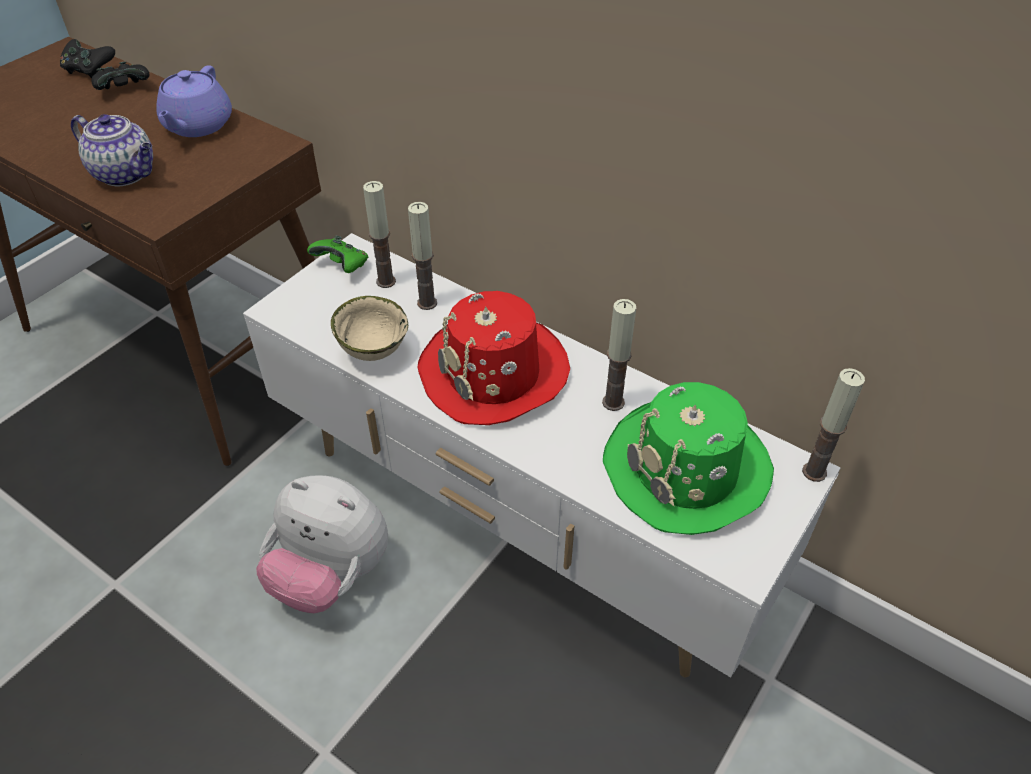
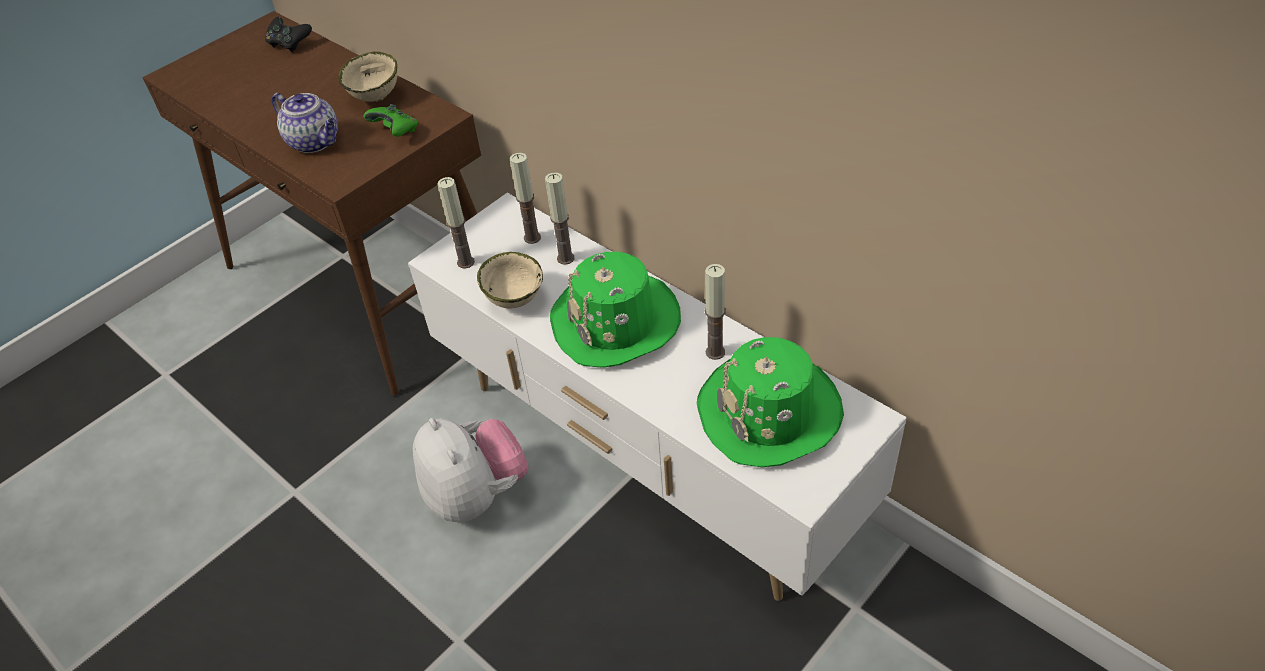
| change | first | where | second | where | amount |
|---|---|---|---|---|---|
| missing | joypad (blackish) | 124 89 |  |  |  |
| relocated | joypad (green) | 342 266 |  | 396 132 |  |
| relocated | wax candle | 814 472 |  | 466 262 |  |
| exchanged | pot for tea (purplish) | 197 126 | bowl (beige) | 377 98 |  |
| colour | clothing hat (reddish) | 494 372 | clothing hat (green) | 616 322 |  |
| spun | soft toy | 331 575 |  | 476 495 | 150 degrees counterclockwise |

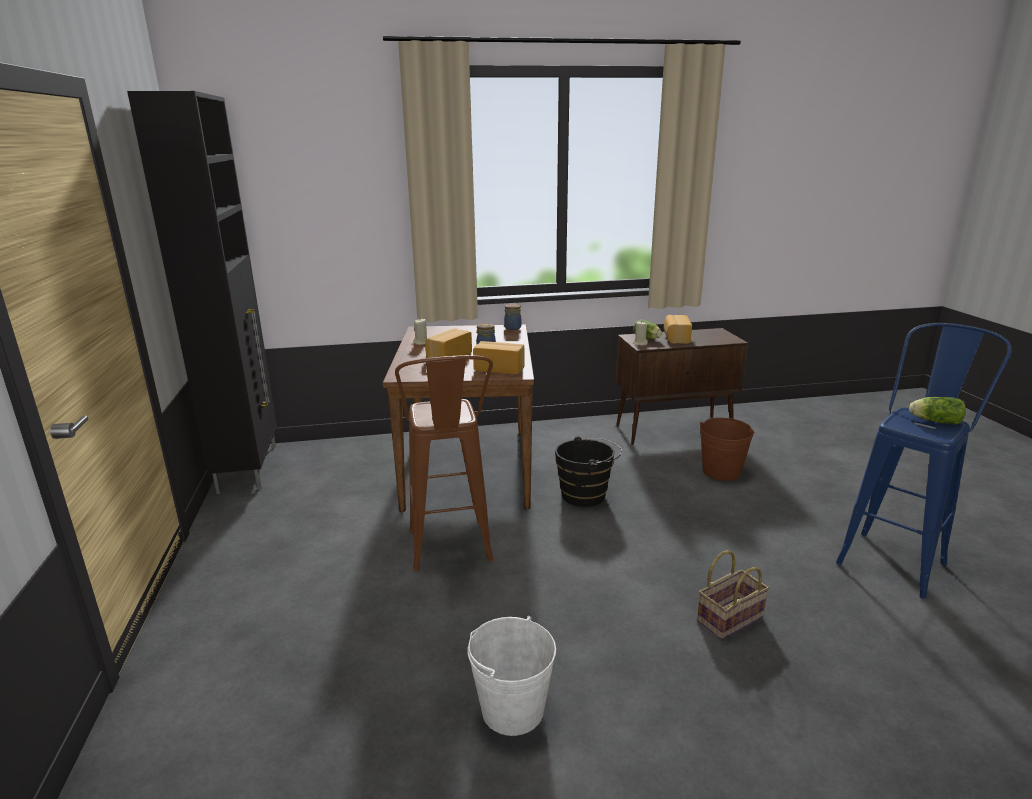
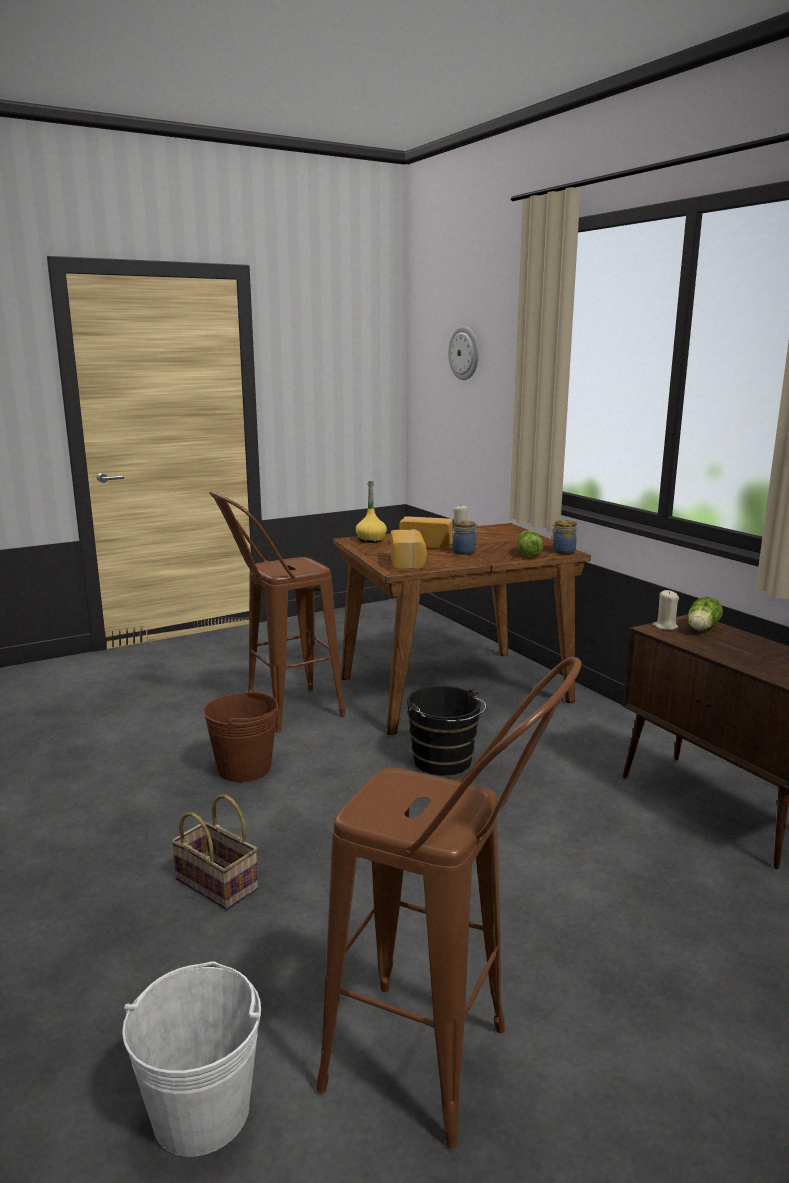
| change | first | where | second | where | amount |
|---|---|---|---|---|---|
| missing | cupboard (blackish) | 249 467 |  |  |  |
| missing | bakery bread | 675 338 |  |  |  |
| appeared |  |  | beverage bottle (yellow) | 371 540 |  |
| appeared |  |  | hanging clock | 464 353 |  |
| relocated | bucket (white-coloured) | 512 709 |  | 201 1112 |  |
| relocated | bucket (brown) | 721 471 |  | 244 768 |  |
| relocated | lettuce | 933 421 |  | 528 553 |  |
| colour | stool seat (bluish) | 896 557 | stool seat (brown) | 443 1070 |  |

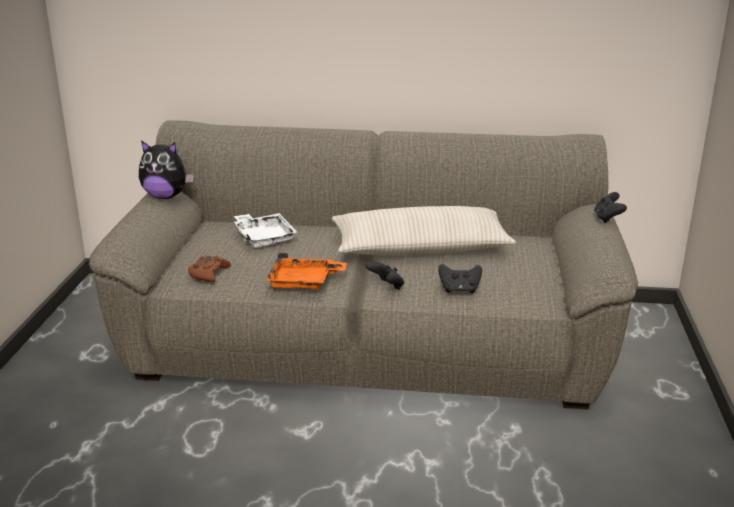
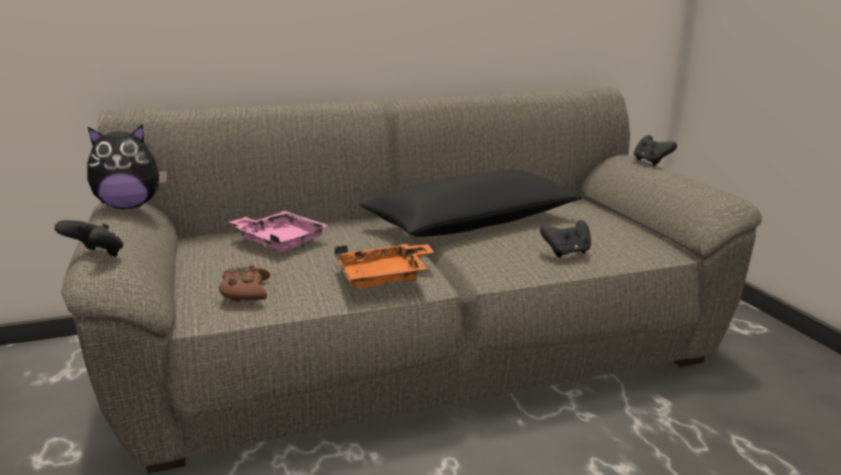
| change | first | where | second | where | amount |
|---|---|---|---|---|---|
| relocated | joypad (blackish) | 386 286 |  | 96 256 |  |
| colour | serving tray (white-coloured) | 264 237 | serving tray (pink-coloured) | 280 241 |  |
| colour | cushion (beige) | 420 248 | cushion (blackish) | 472 223 |  |

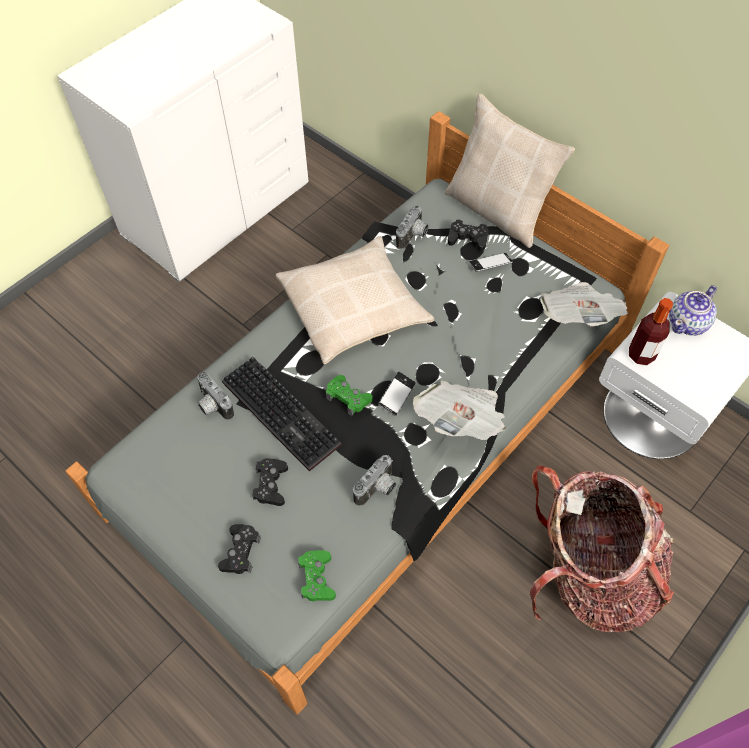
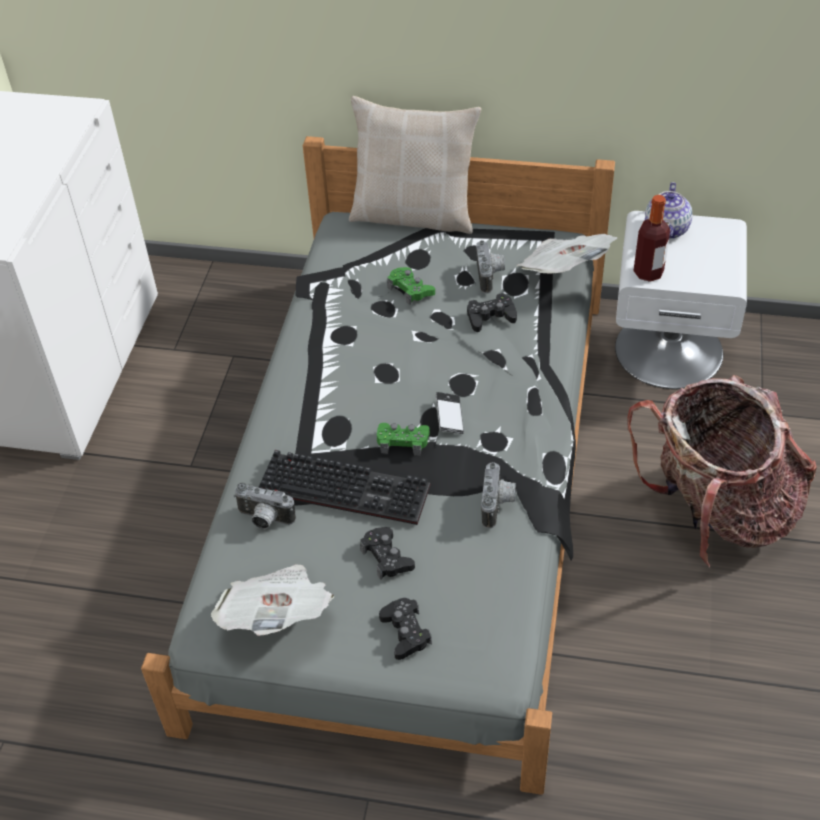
| change | first | where | second | where | amount |
|---|---|---|---|---|---|
| missing | cushion (beige) | 354 308 |  |  |  |
| missing | handset | 490 264 |  |  |  |
| relocated | joypad (green) | 317 578 |  | 410 290 |  |
| relocated | photo camera | 413 236 |  | 490 276 |  |
| relocated | newspaper | 461 421 |  | 278 616 |  |
| relocated | joypad (blackish) | 467 238 |  | 490 317 |  |

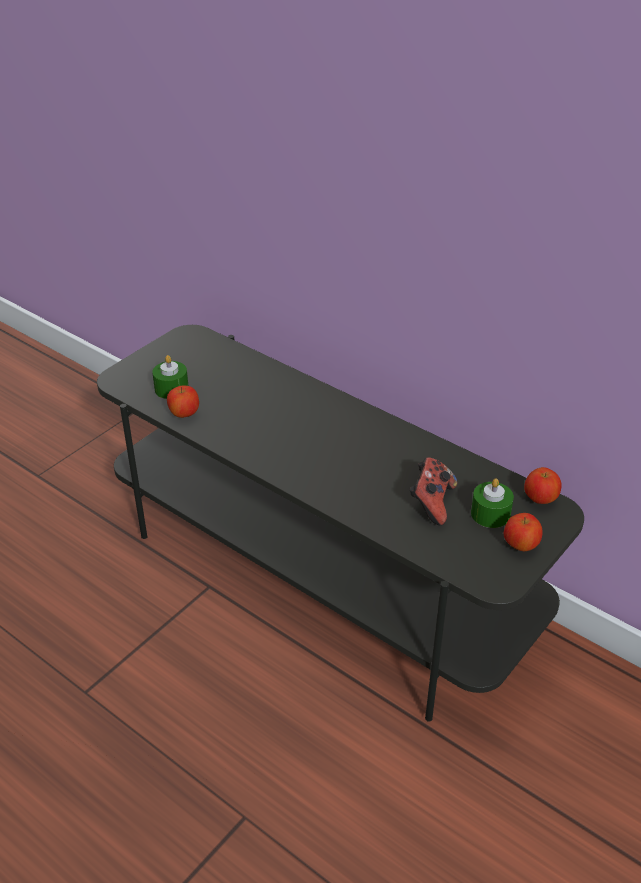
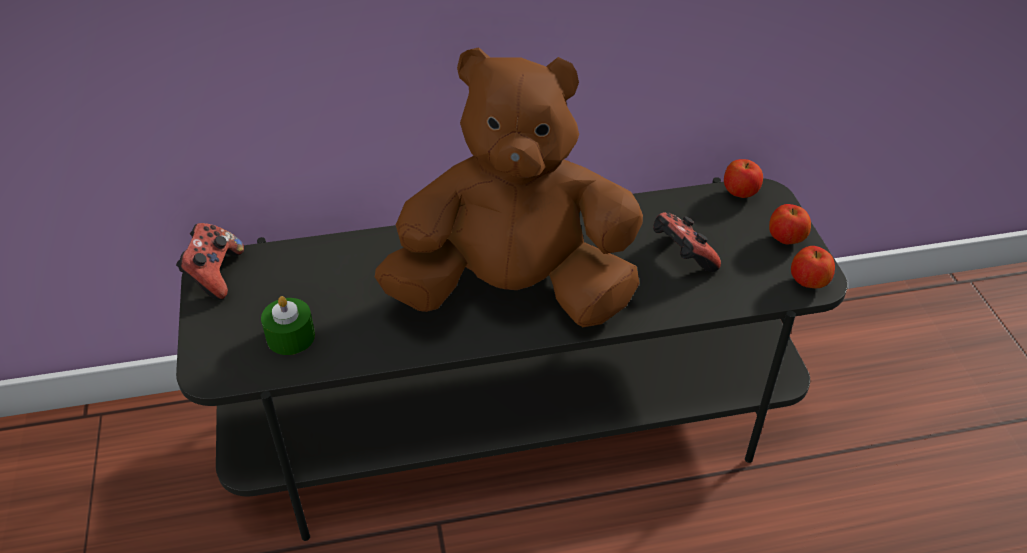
| change | first | where | second | where | amount |
|---|---|---|---|---|---|
| missing | wax candle (green) | 490 514 |  |  |  |
| appeared |  |  | joypad | 214 275 |  |
| appeared |  |  | soft toy (brown) | 515 291 |  |
| relocated | whole apple | 184 414 |  | 808 283 |  |

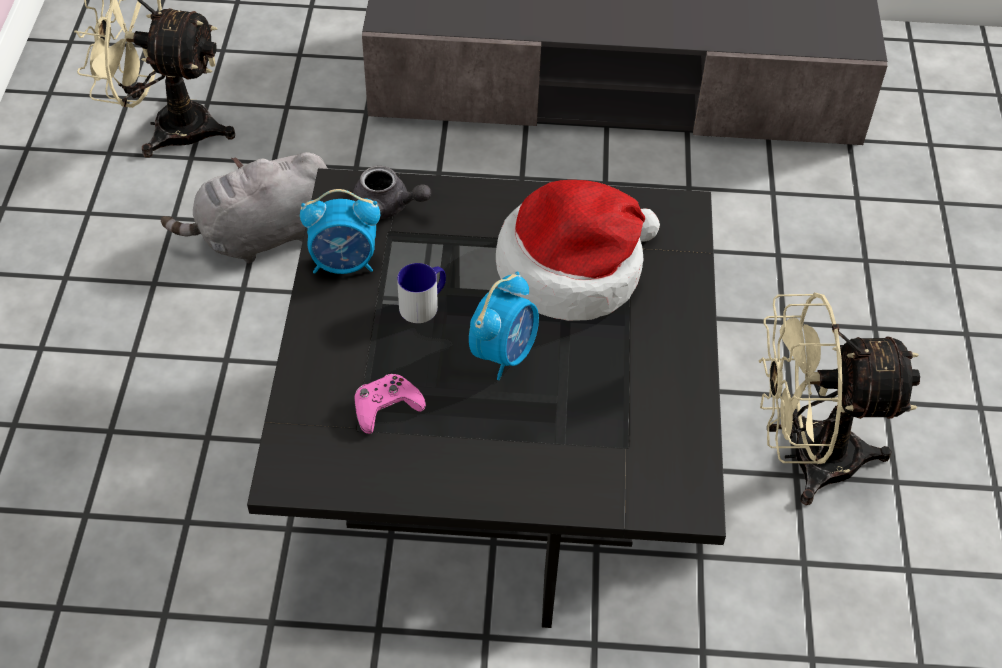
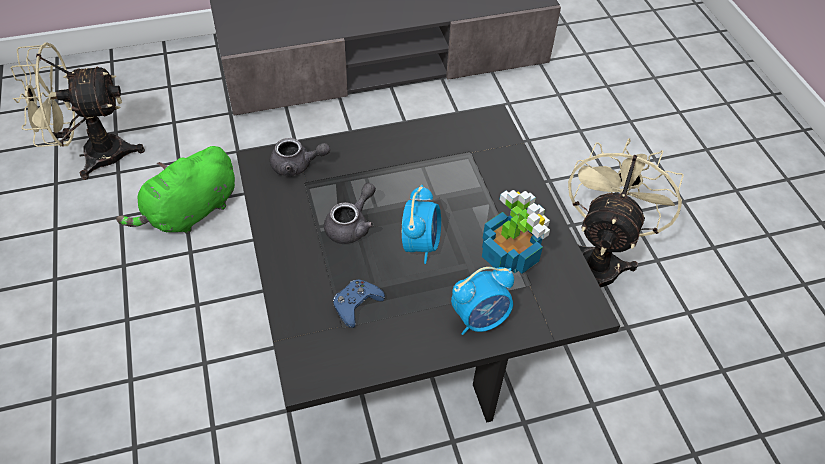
| change | first | where | second | where | amount |
|---|---|---|---|---|---|
| missing | clothing hat | 573 268 |  |  |  |
| appeared |  |  | potted plant | 509 253 |  |
| relocated | table clock | 344 263 |  | 480 319 |  |
| exchanged | coffee mug | 424 304 | pot for tea (gray) | 351 225 |  |
| colour | soft toy (gray) | 262 236 | soft toy (green) | 190 213 |  |
| colour | joypad (pink-coloured) | 386 407 | joypad (bluish) | 356 305 |  |
| spun | electric fan (beige) | 805 457 |  | 599 260 | 135 degrees clockwise |

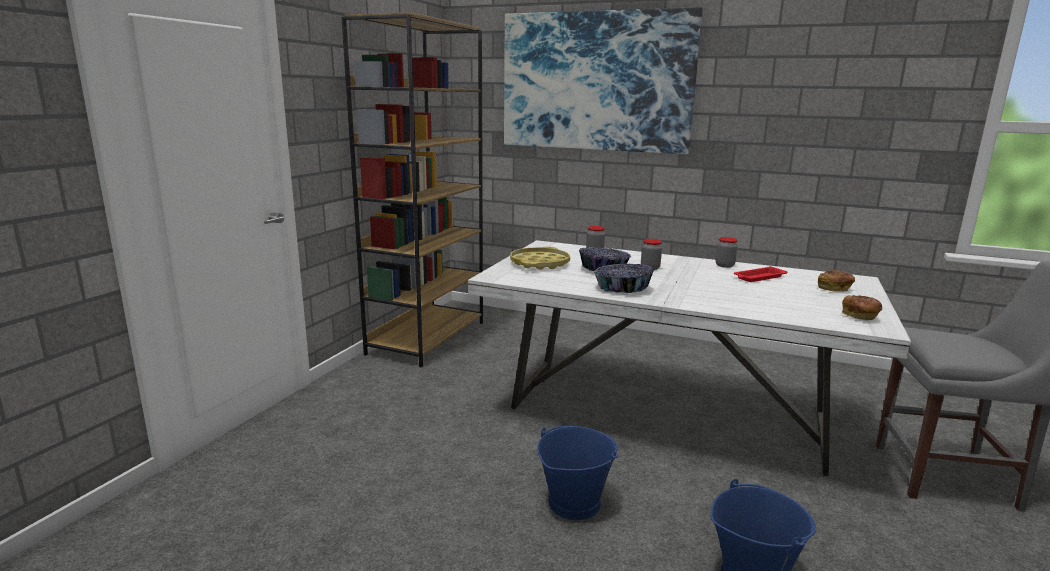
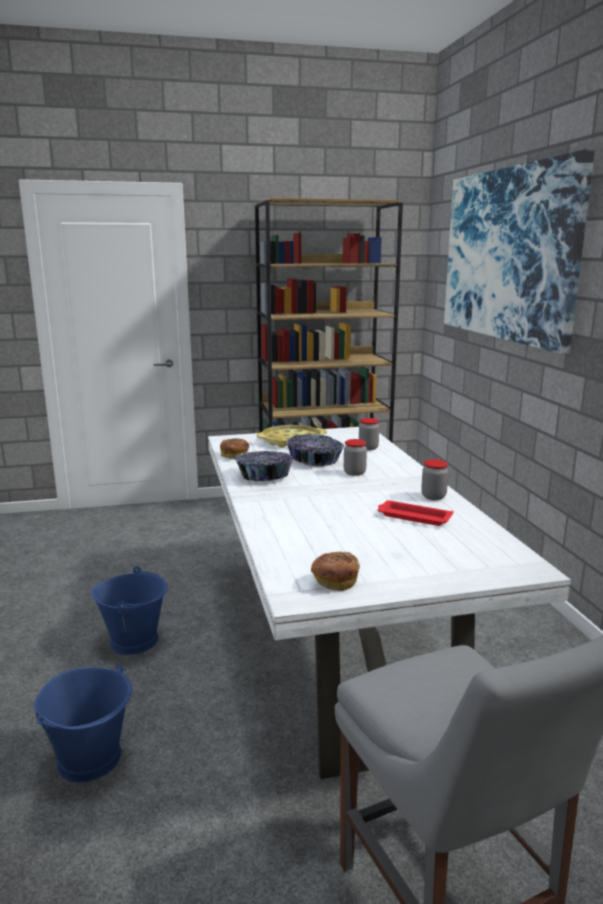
| change | first | where | second | where | amount |
|---|---|---|---|---|---|
| relocated | bakery bread | 834 289 |  | 235 456 |  |

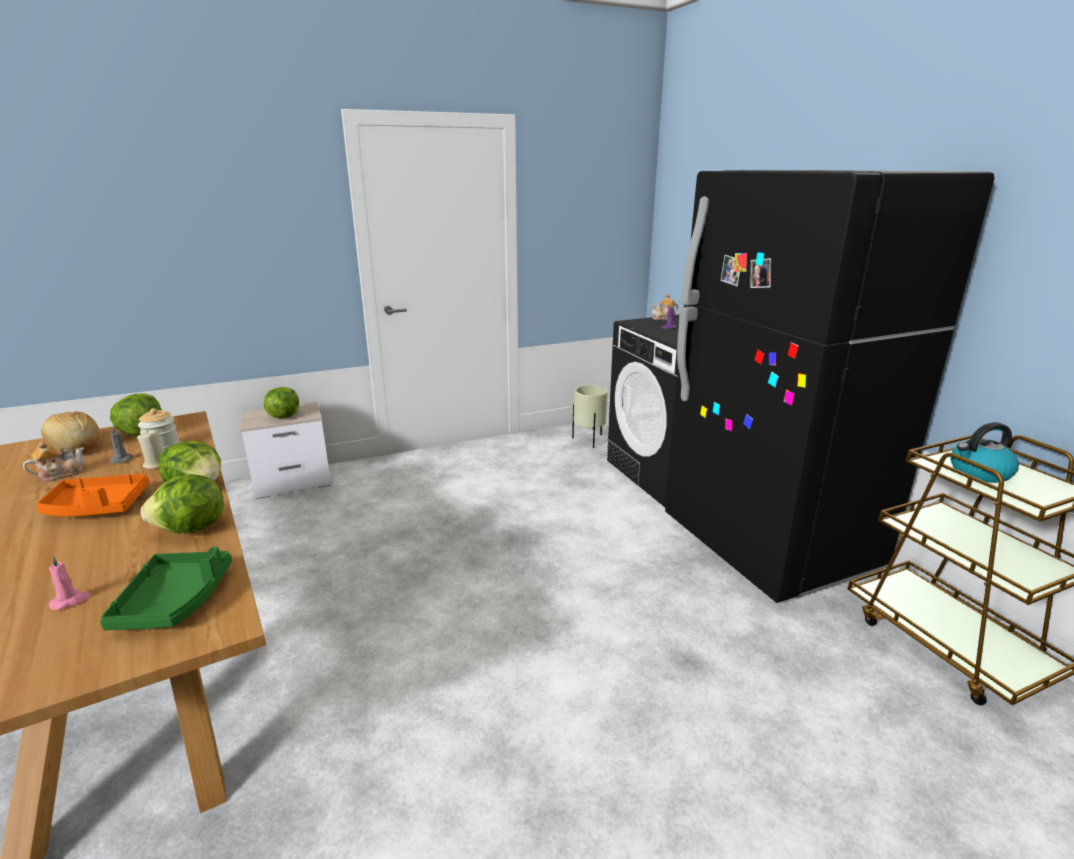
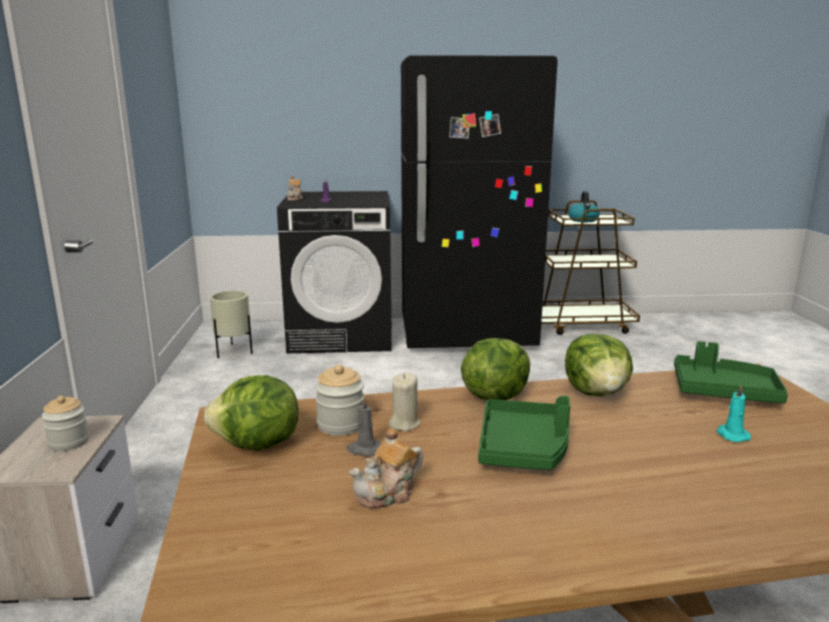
| change | first | where | second | where | amount |
|---|---|---|---|---|---|
| missing | bakery bread | 74 447 |  |  |  |
| exchanged | lettuce | 284 416 | storage jar | 69 442 |  |
| colour | serving tray (orange-coloured) | 97 507 | serving tray (green) | 524 448 |  |
| colour | wax candle (pink-coloured) | 71 600 | wax candle (blue-green) | 731 435 |  |
| spun | pot for tea | 60 474 |  | 388 494 | 105 degrees counterclockwise |

